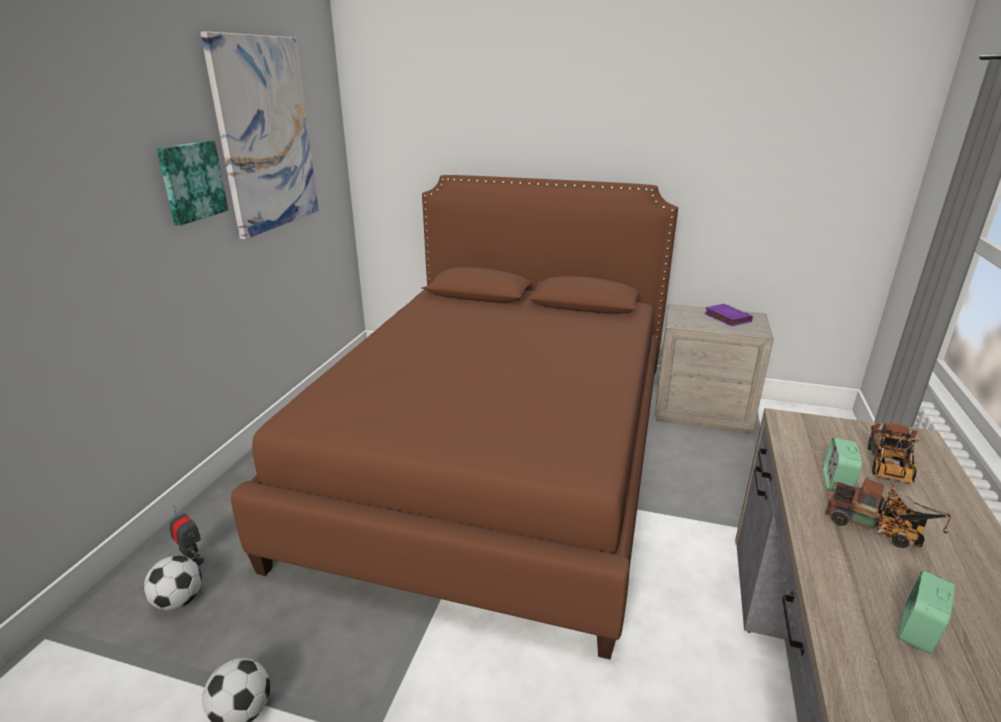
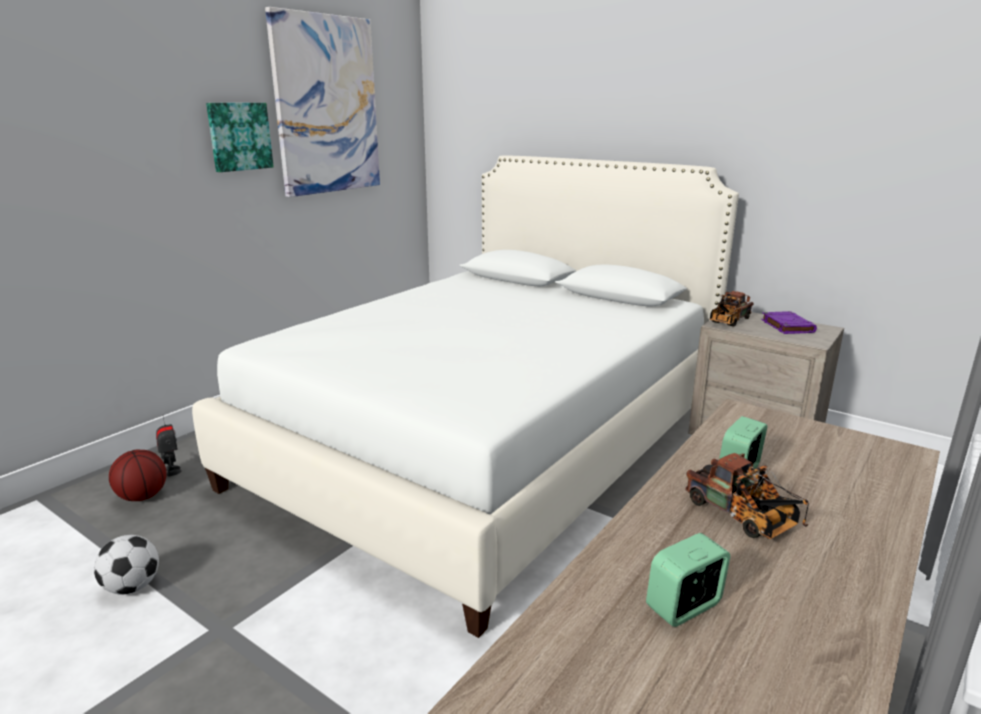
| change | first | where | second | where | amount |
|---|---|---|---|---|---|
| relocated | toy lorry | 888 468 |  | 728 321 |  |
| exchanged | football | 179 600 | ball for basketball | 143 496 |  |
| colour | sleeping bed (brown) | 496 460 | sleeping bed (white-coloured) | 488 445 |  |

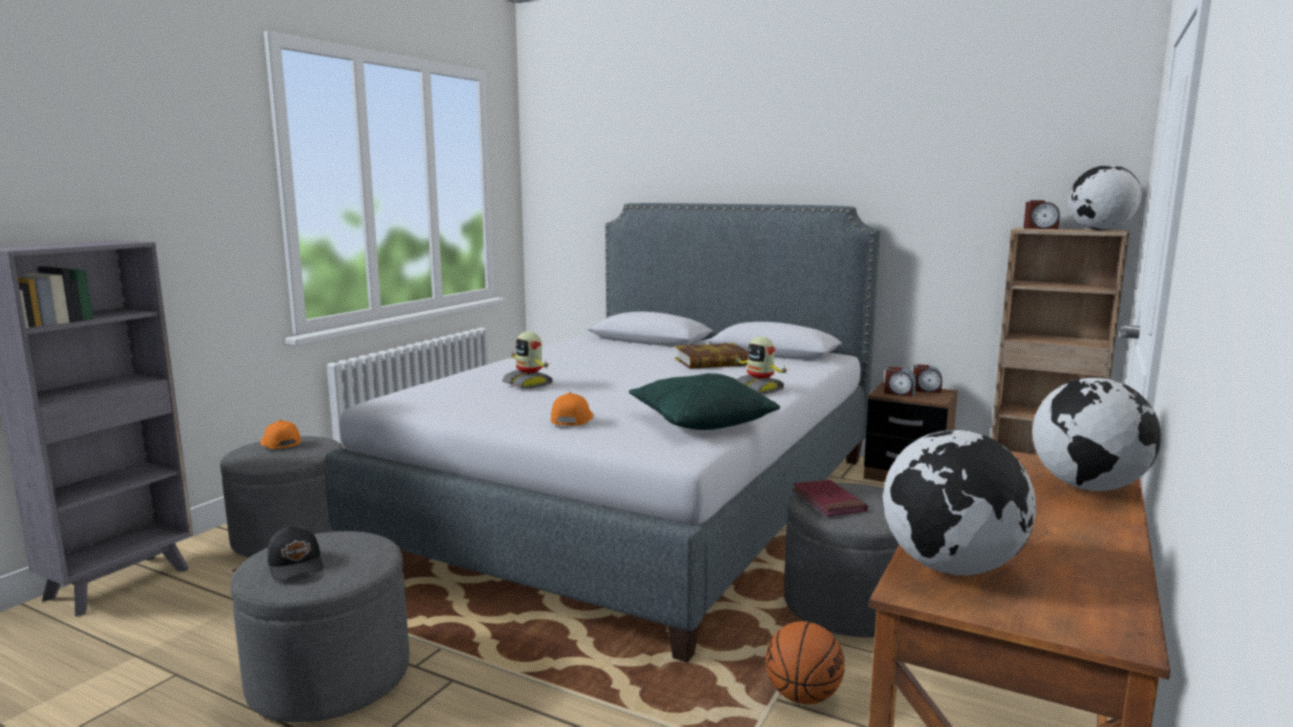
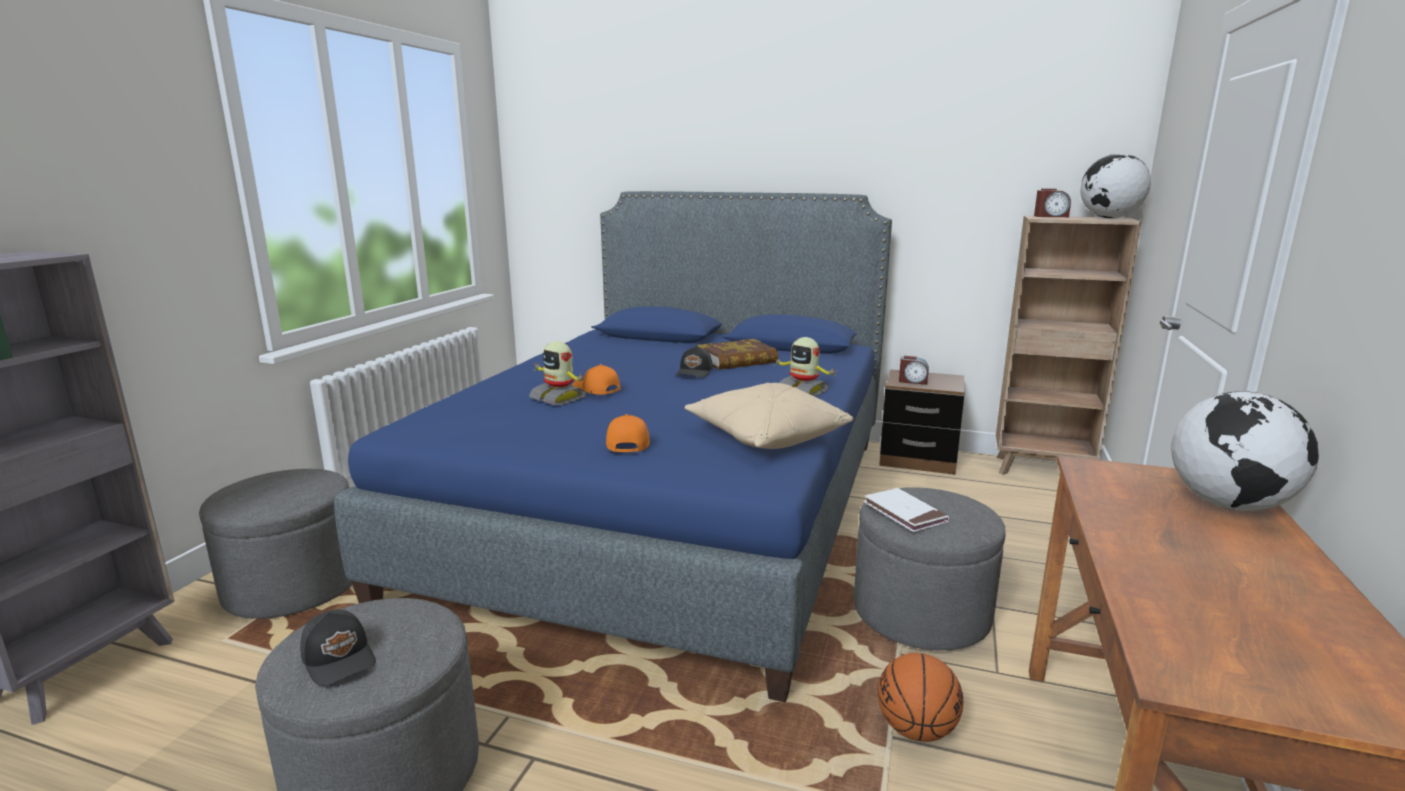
| change | first | where | second | where | amount |
|---|---|---|---|---|---|
| missing | desk globe | 951 568 |  |  |  |
| missing | table clock | 926 390 |  |  |  |
| appeared |  |  | baseball cap (blackish) | 695 372 |  |
| relocated | baseball cap (orange-coloured) | 279 443 |  | 596 390 |  |
| colour | sleeping bed (gray) | 638 502 | sleeping bed (bluish) | 670 509 |  |
| colour | cushion (green) | 700 421 | cushion (beige) | 766 436 |  |
| colour | book (reddish) | 828 501 | book (white-coloured) | 904 513 |  |

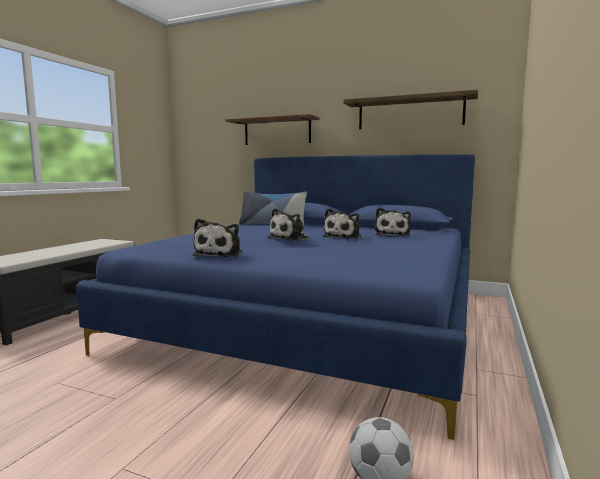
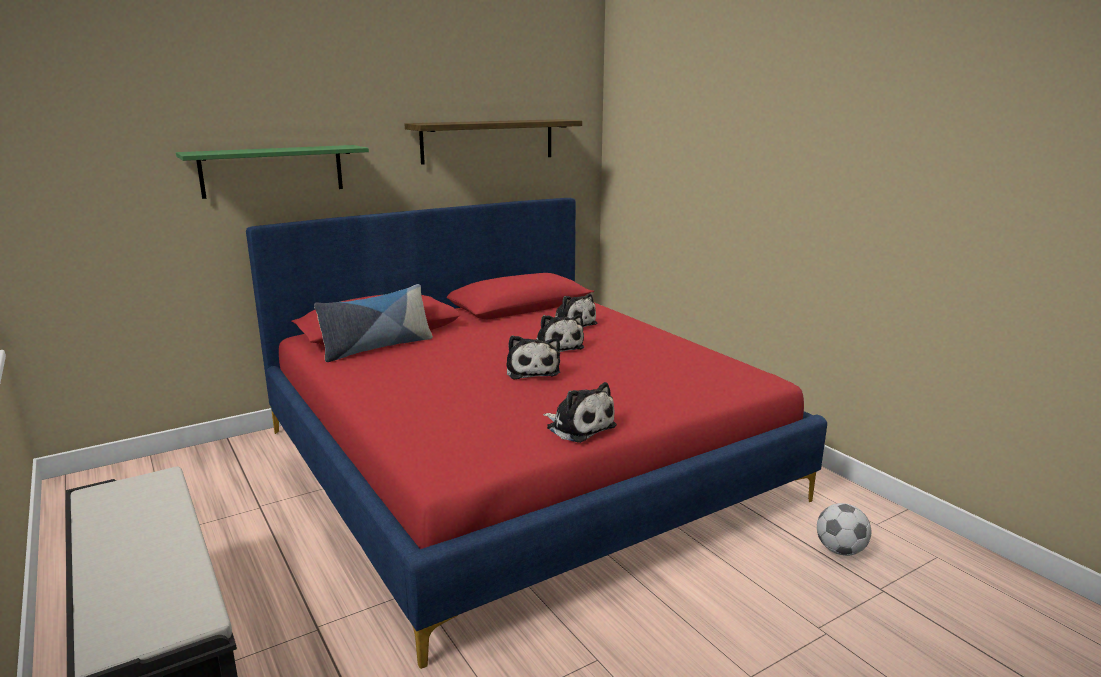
| change | first | where | second | where | amount |
|---|---|---|---|---|---|
| colour | sleeping bed (bluish) | 313 319 | sleeping bed (reddish) | 519 463 |  |
| colour | bracket shelf (brown) | 277 132 | bracket shelf (green) | 272 171 |  |

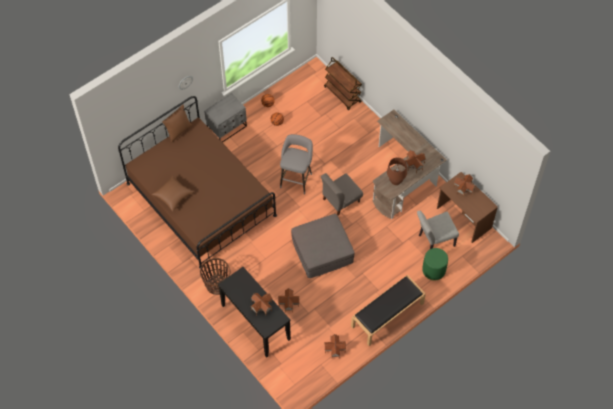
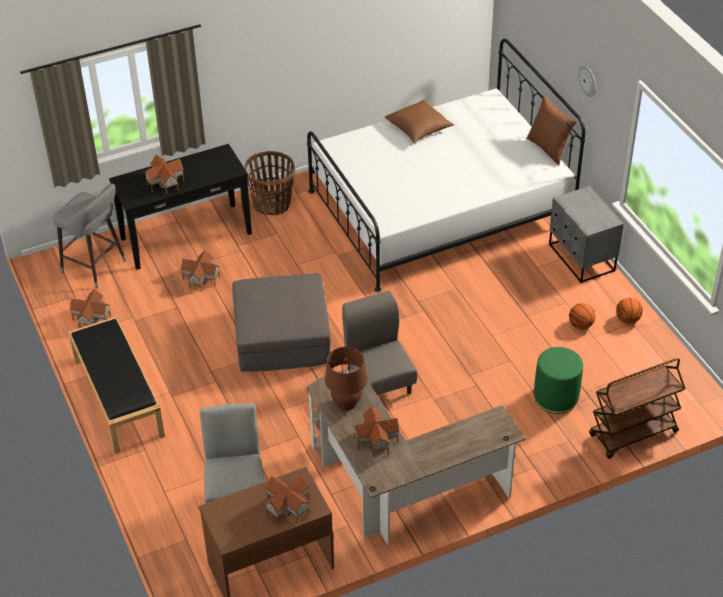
| change | first | where | second | where | amount |
|---|---|---|---|---|---|
| relocated | stool seat (gray) | 296 179 |  | 97 268 |  |
| relocated | footrest (green) | 434 270 |  | 556 397 |  |
| colour | sleeping bed (brown) | 201 199 | sleeping bed (white-coloured) | 440 208 |  |

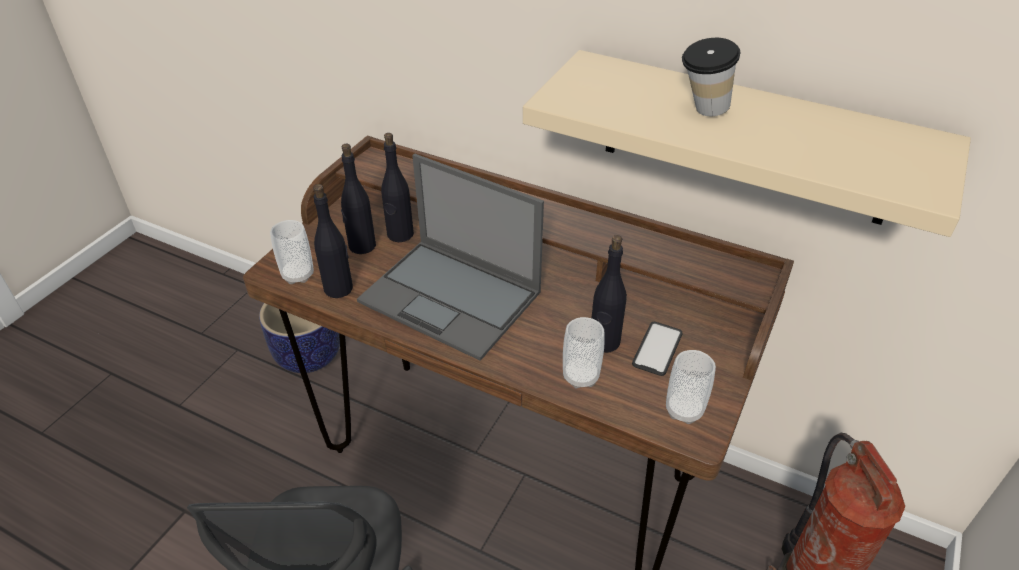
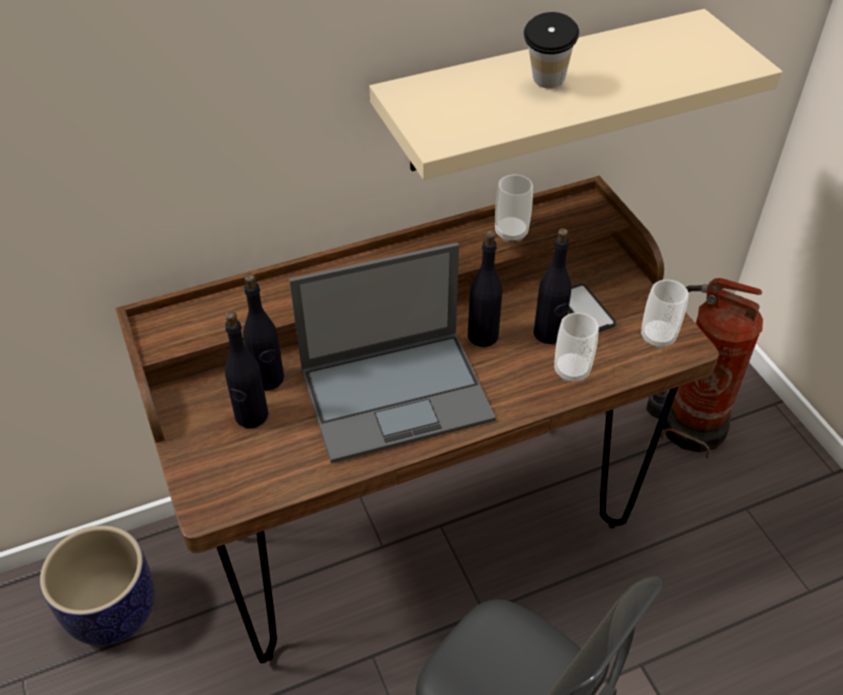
| change | first | where | second | where | amount |
|---|---|---|---|---|---|
| relocated | drinking cup | 298 275 |  | 511 233 |  |
| relocated | beverage bottle (blackish) | 339 288 |  | 483 335 |  |

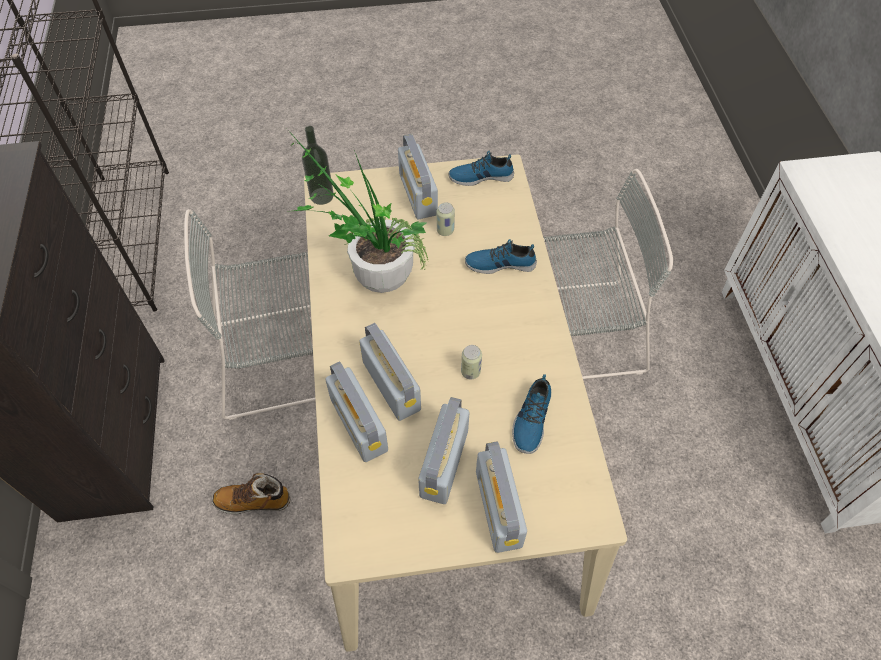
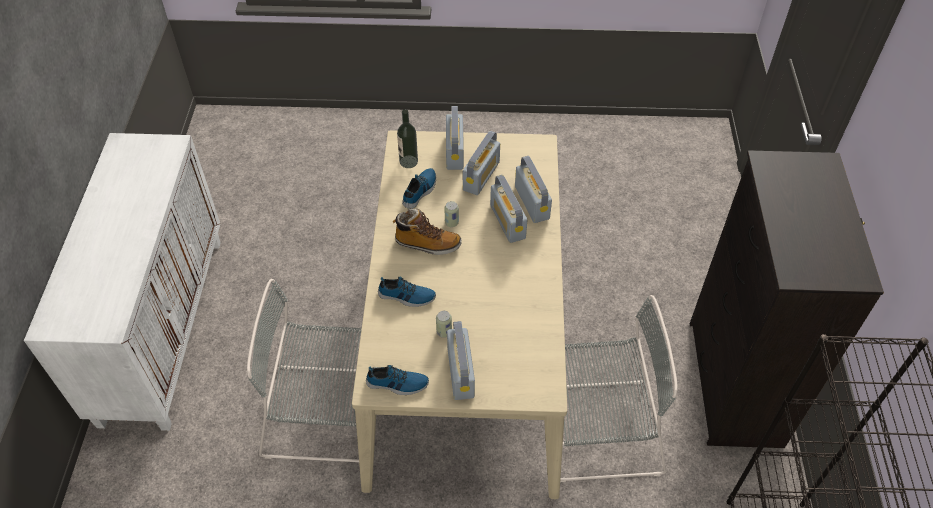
| change | first | where | second | where | amount |
|---|---|---|---|---|---|
| missing | potted plant | 372 274 |  |  |  |
| relocated | high-top boot | 254 501 |  | 427 244 |  |
| relocated | beverage bottle | 321 196 |  | 408 161 |  |

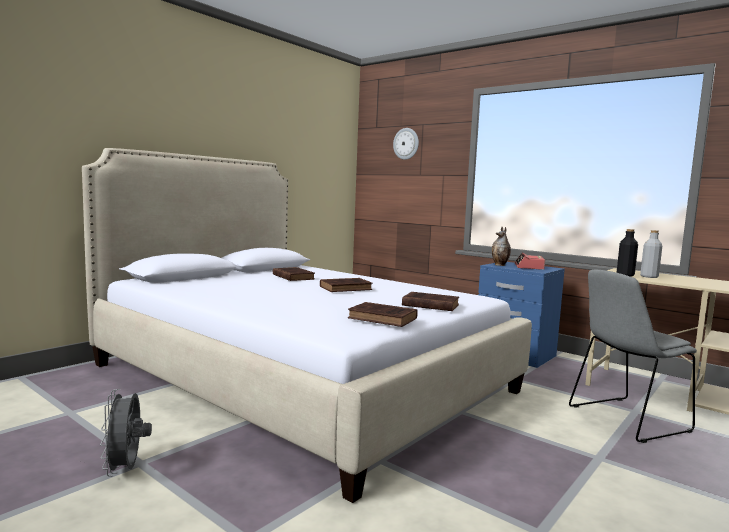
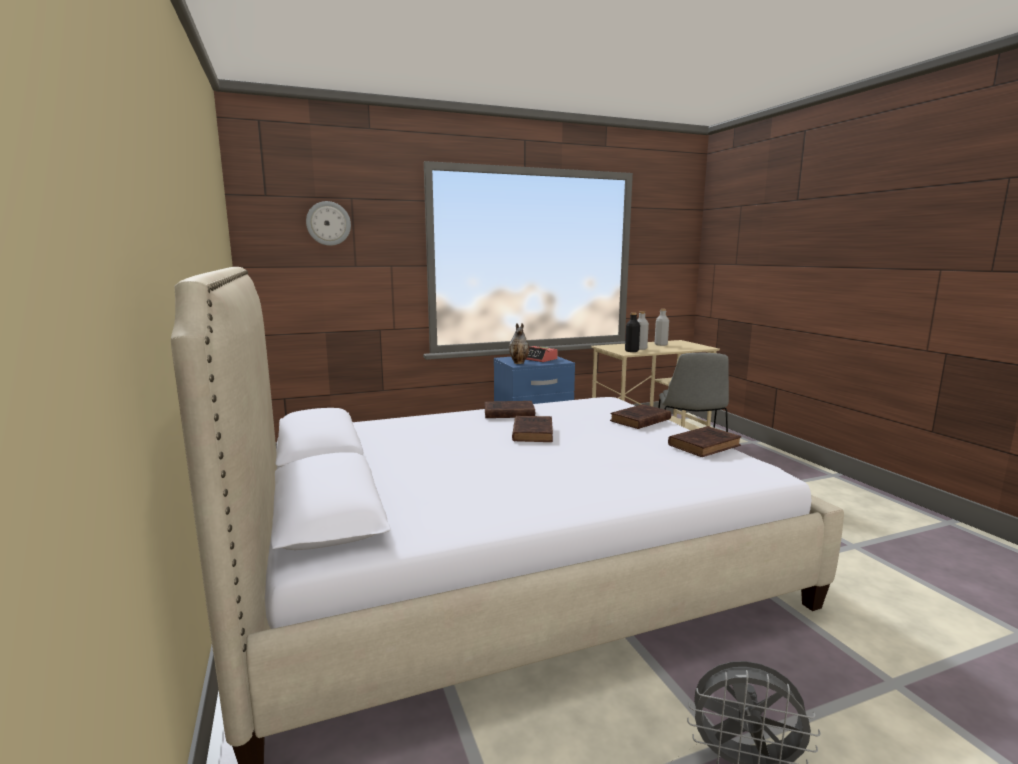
| change | first | where | second | where | amount |
|---|---|---|---|---|---|
| appeared |  |  | beverage bottle (gray) | 661 344 |  |
| relocated | book (brown) | 292 277 |  | 507 413 |  |

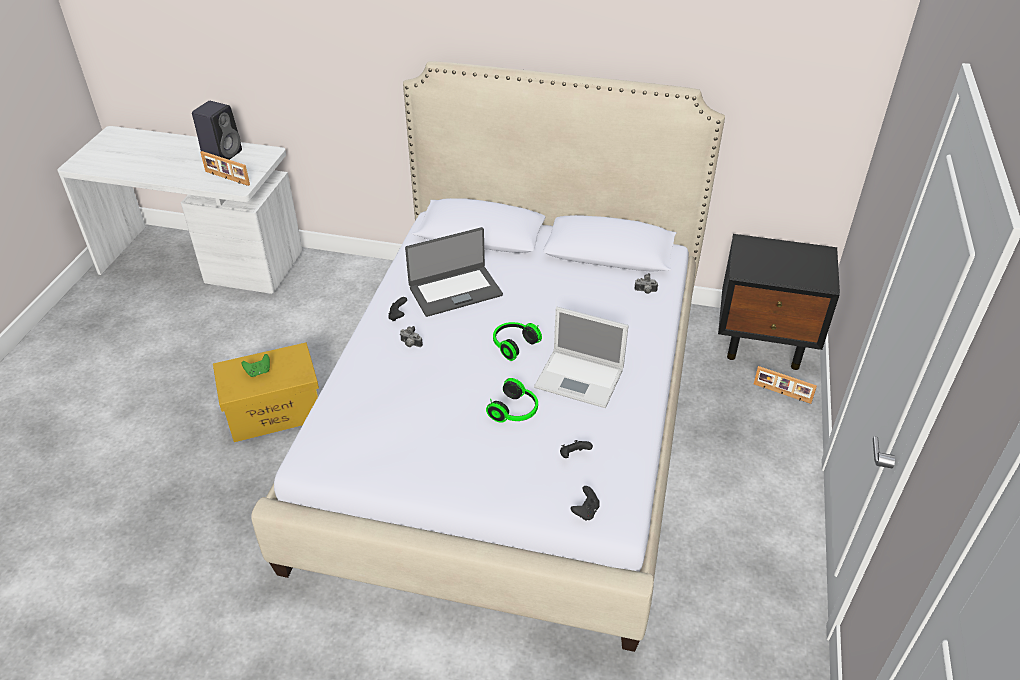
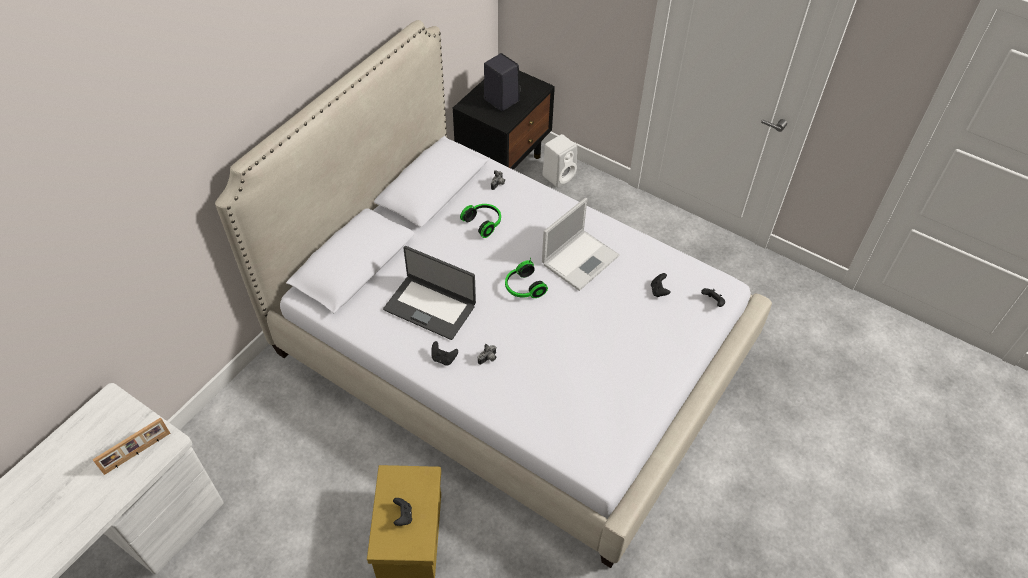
| change | first | where | second | where | amount |
|---|---|---|---|---|---|
| relocated | speaker (blackish) | 223 153 |  | 500 99 |  |
| relocated | headphones | 515 411 |  | 484 223 |  |
| exchanged | photo frame | 781 393 | speaker (white-coloured) | 559 175 |  |
| colour | joypad (green) | 258 372 | joypad (blackish) | 403 516 |  |
| spun | laptop | 455 291 |  | 430 306 | 120 degrees clockwise |

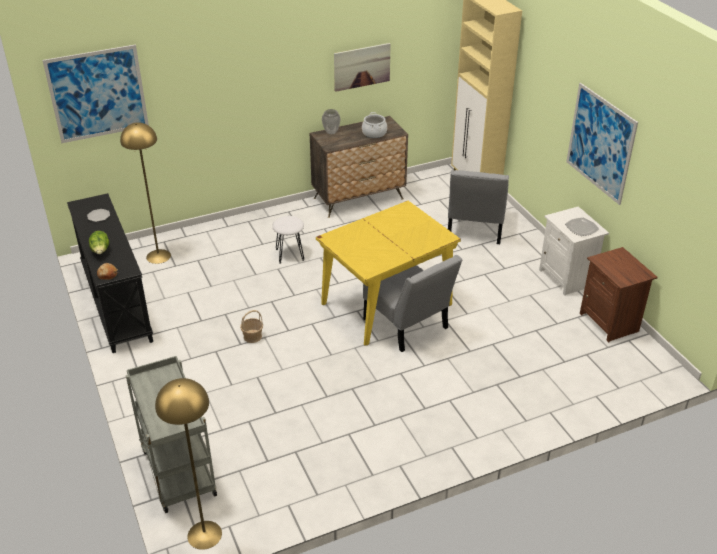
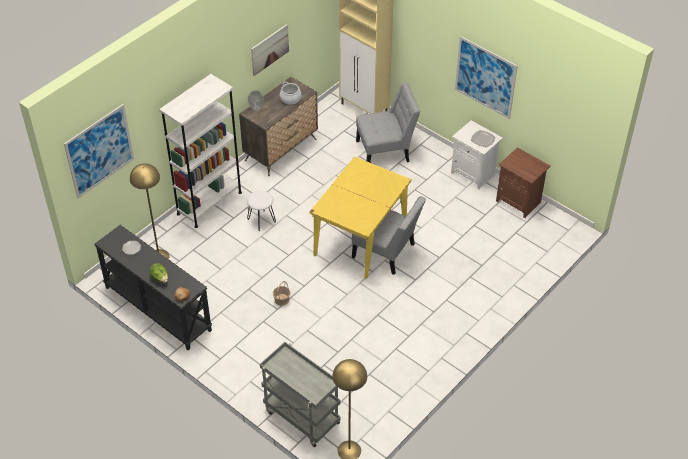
| change | first | where | second | where | amount |
|---|---|---|---|---|---|
| appeared |  |  | bookshelf (white-coloured) | 209 203 |  |
| spun | plain chair (gray) | 475 229 |  | 386 151 | 90 degrees counterclockwise |

